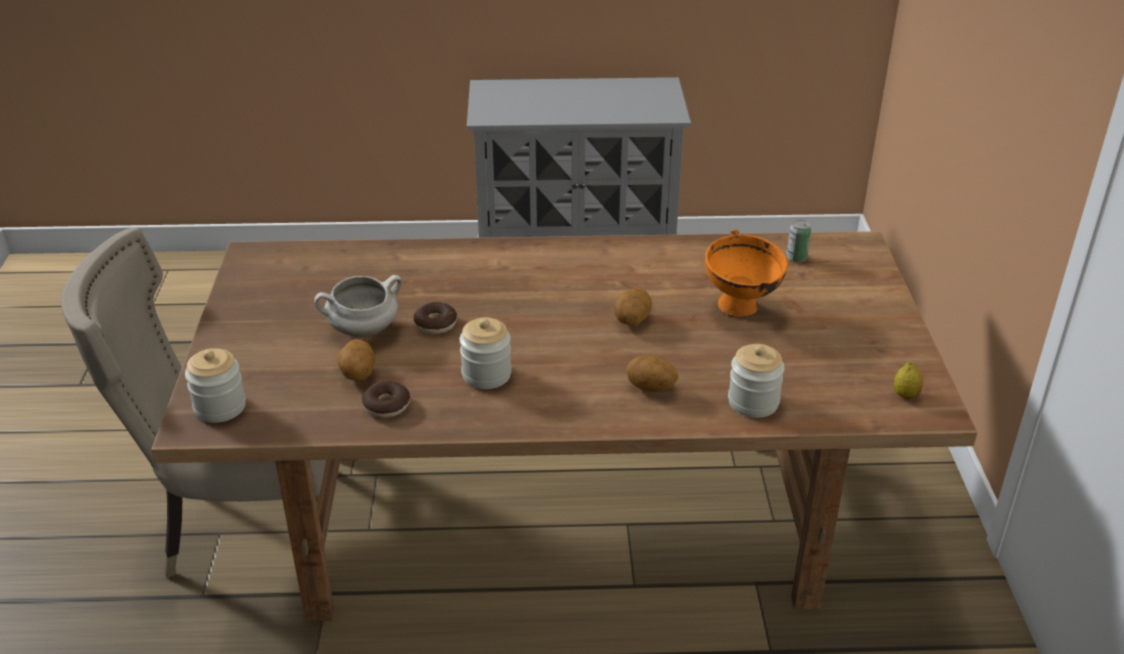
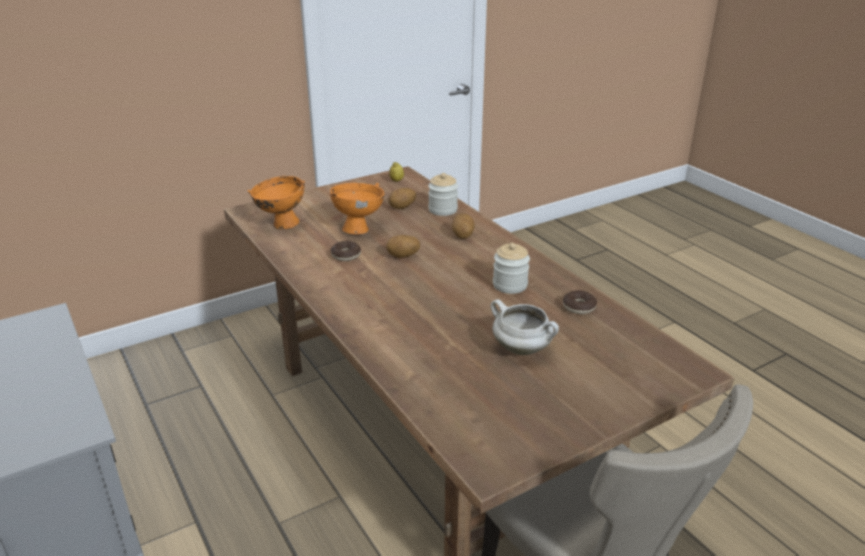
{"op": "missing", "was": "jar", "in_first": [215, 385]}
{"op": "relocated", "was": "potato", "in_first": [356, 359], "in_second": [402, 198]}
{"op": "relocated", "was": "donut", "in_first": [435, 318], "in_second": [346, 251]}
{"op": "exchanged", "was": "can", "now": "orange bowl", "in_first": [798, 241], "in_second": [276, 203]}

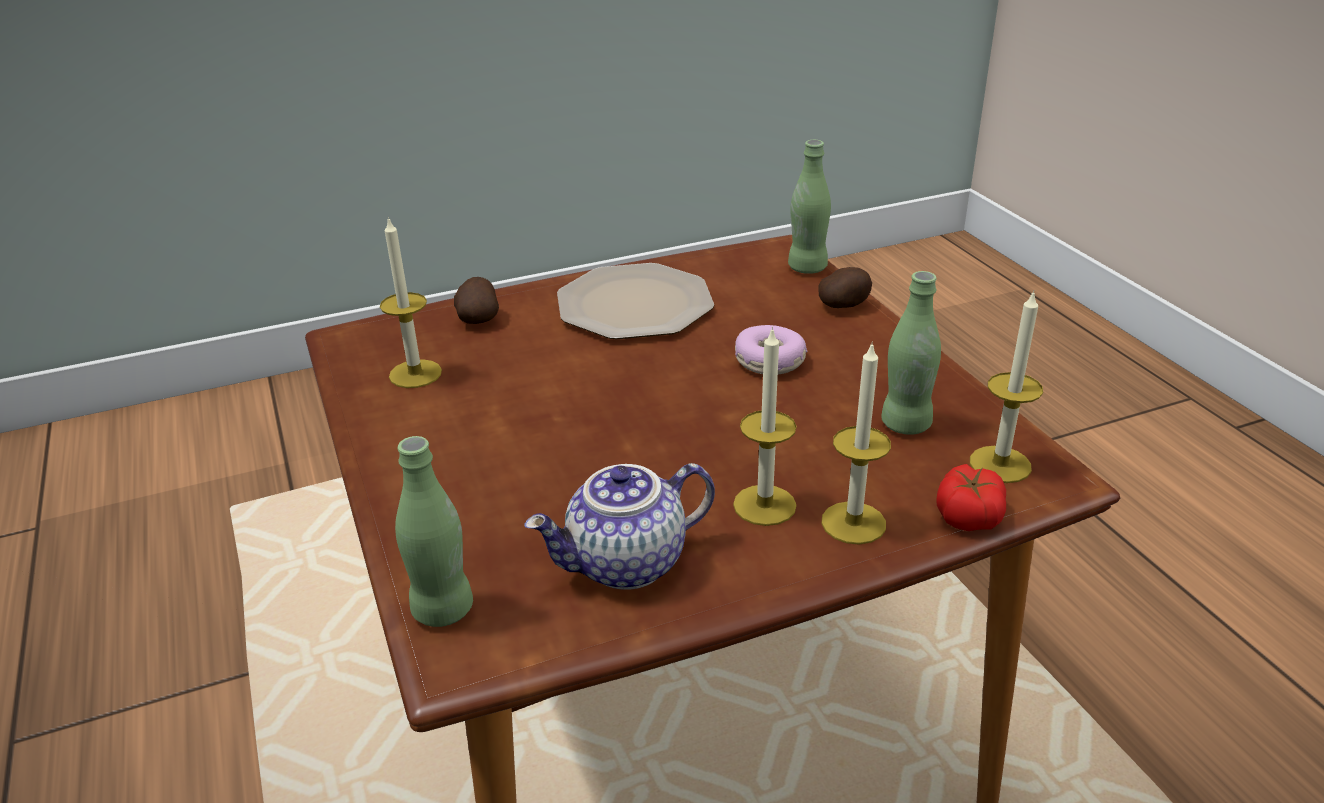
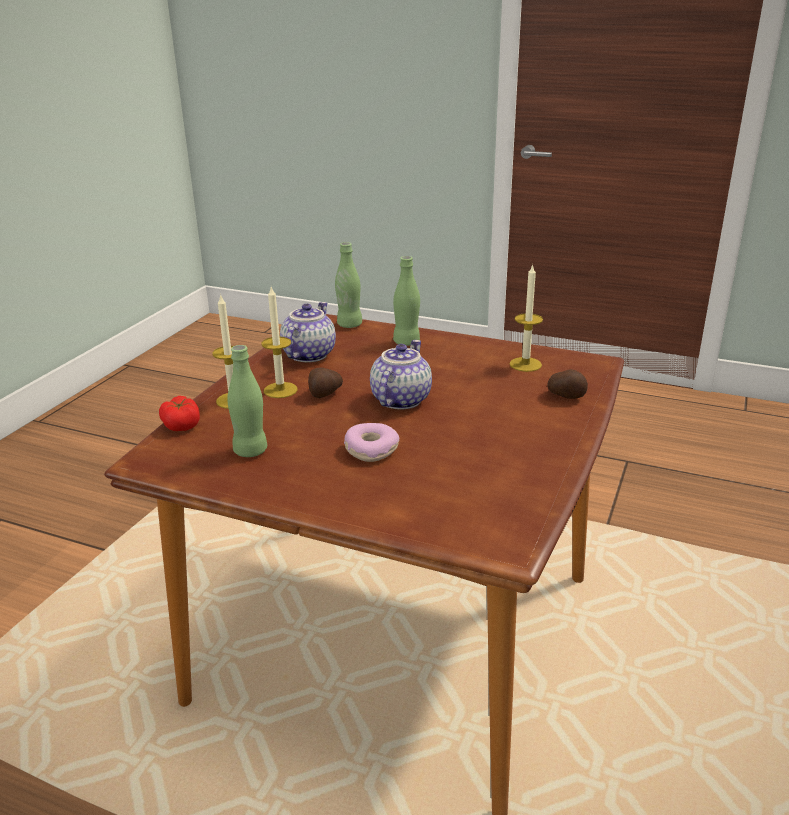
{"op": "missing", "was": "plate", "in_first": [635, 301]}
{"op": "missing", "was": "candle", "in_first": [1006, 387]}
{"op": "appeared", "now": "teapot", "in_second": [401, 375]}
{"op": "relocated", "was": "green bottle", "in_first": [809, 207], "in_second": [406, 301]}
{"op": "relocated", "was": "potato", "in_first": [845, 287], "in_second": [325, 382]}

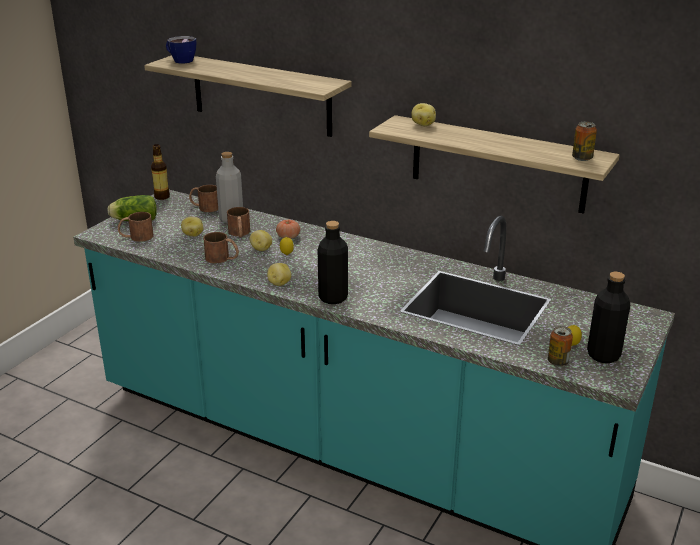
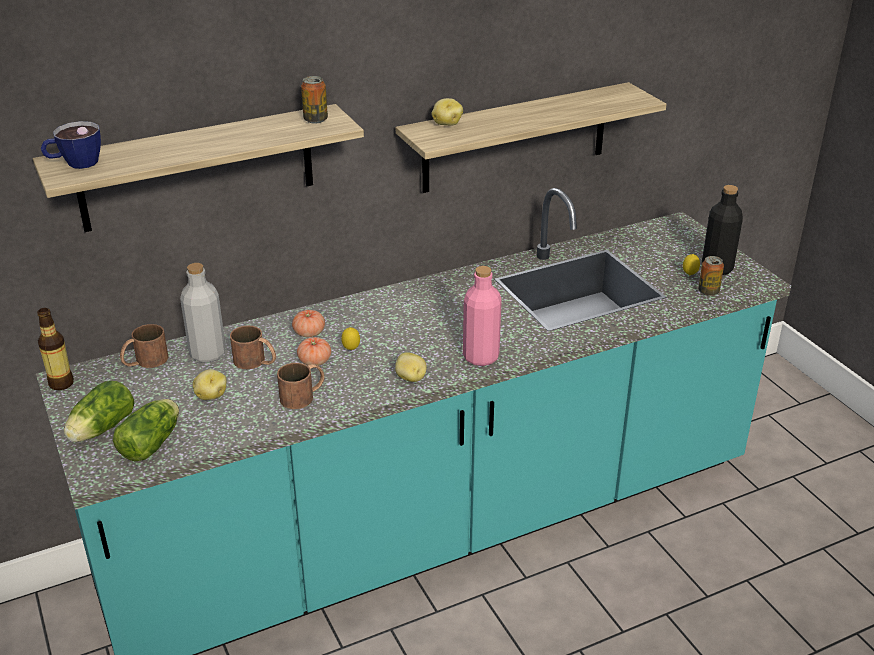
{"op": "relocated", "was": "can", "in_first": [584, 141], "in_second": [314, 100]}
{"op": "exchanged", "was": "brown mug", "now": "lettuce", "in_first": [136, 227], "in_second": [146, 430]}
{"op": "exchanged", "was": "potato", "now": "tomato", "in_first": [260, 240], "in_second": [314, 351]}
{"op": "colour", "was": "black bottle", "now": "pink bottle", "in_first": [333, 262], "in_second": [482, 316]}

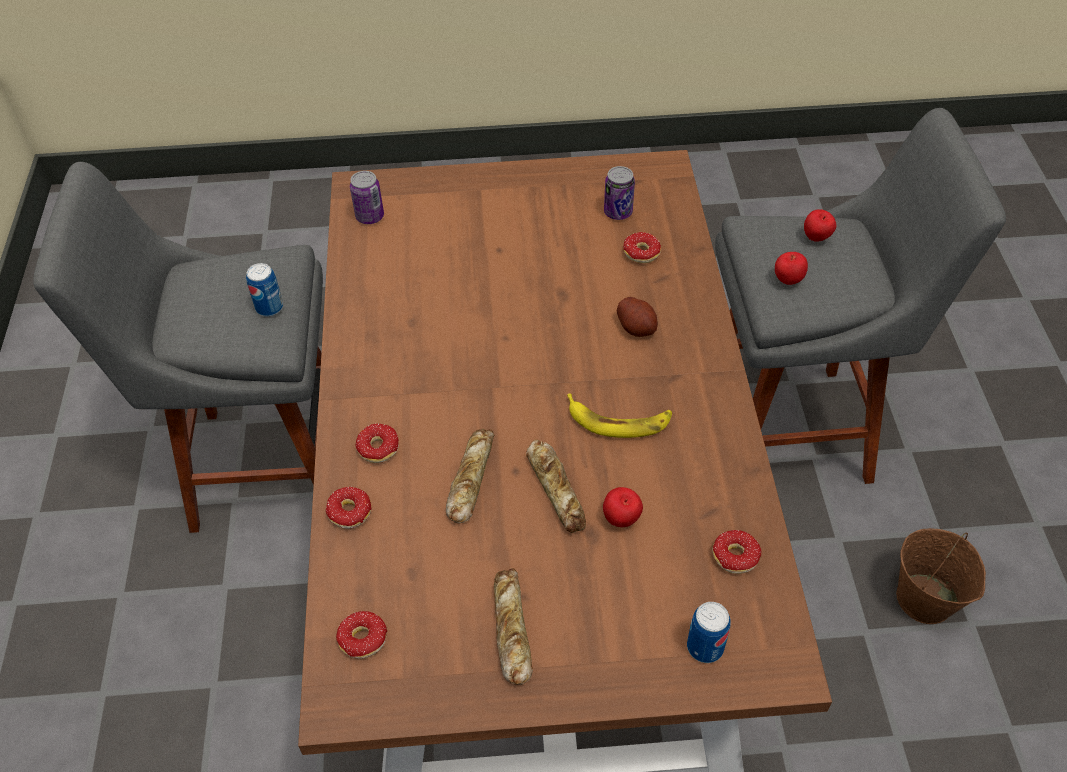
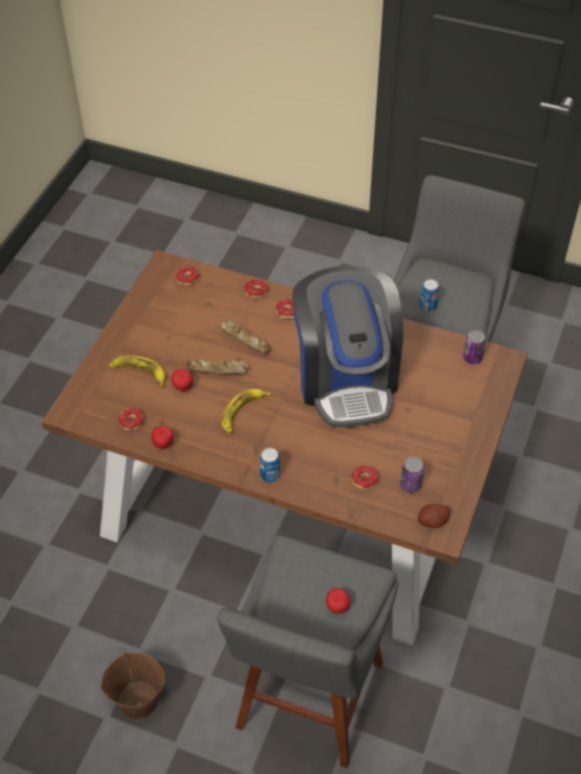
{"op": "missing", "was": "bread", "in_first": [513, 626]}
{"op": "appeared", "now": "banana", "in_second": [137, 371]}
{"op": "appeared", "now": "coffee machine", "in_second": [347, 346]}
{"op": "relocated", "was": "potato", "in_first": [637, 317], "in_second": [434, 516]}
{"op": "relocated", "was": "can", "in_first": [709, 632], "in_second": [270, 465]}
{"op": "relocated", "was": "apple", "in_first": [791, 268], "in_second": [162, 437]}

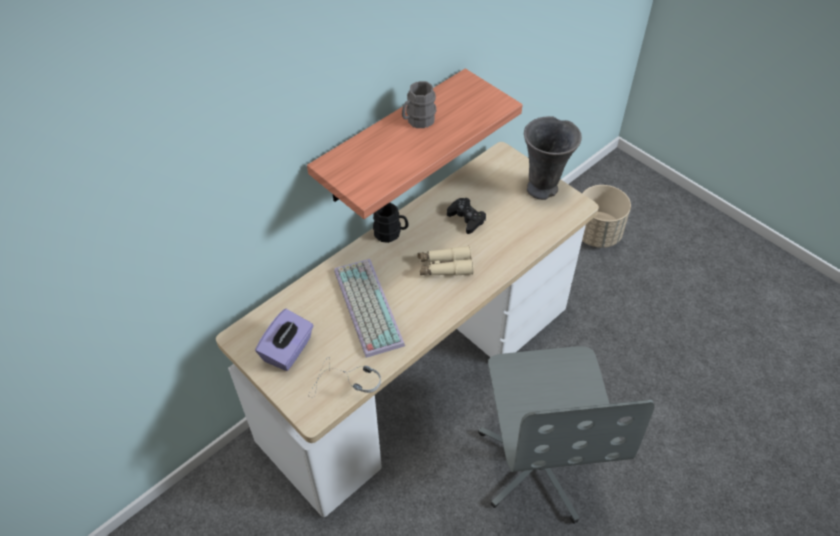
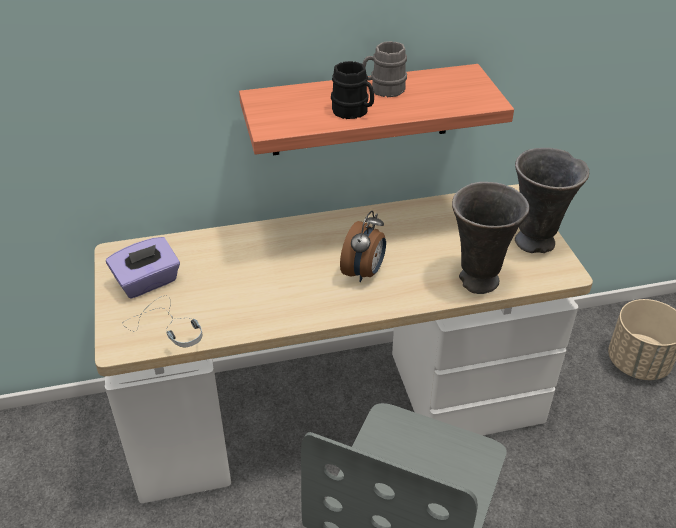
{"op": "missing", "was": "keyboard", "in_first": [369, 308]}
{"op": "missing", "was": "black game controller", "in_first": [466, 216]}
{"op": "appeared", "now": "grey vase", "in_second": [490, 238]}
{"op": "relocated", "was": "black mug", "in_first": [391, 223], "in_second": [352, 90]}
{"op": "exchanged", "was": "beige binoculars", "now": "alarm clock", "in_first": [445, 261], "in_second": [363, 246]}

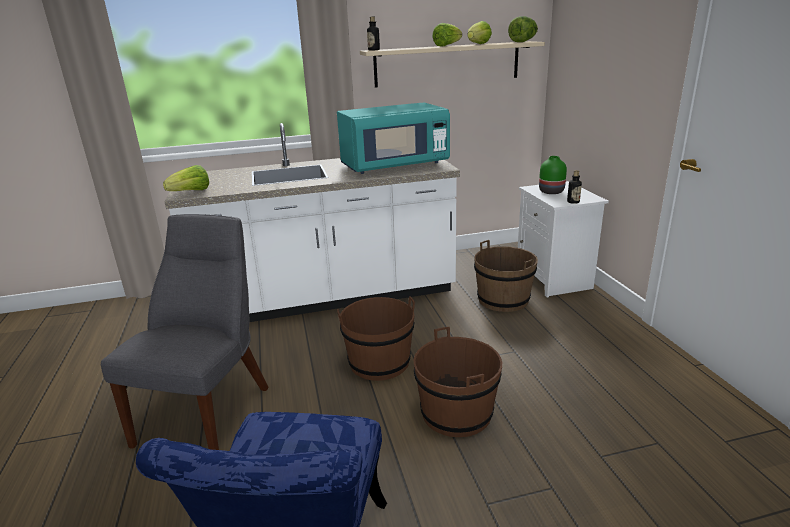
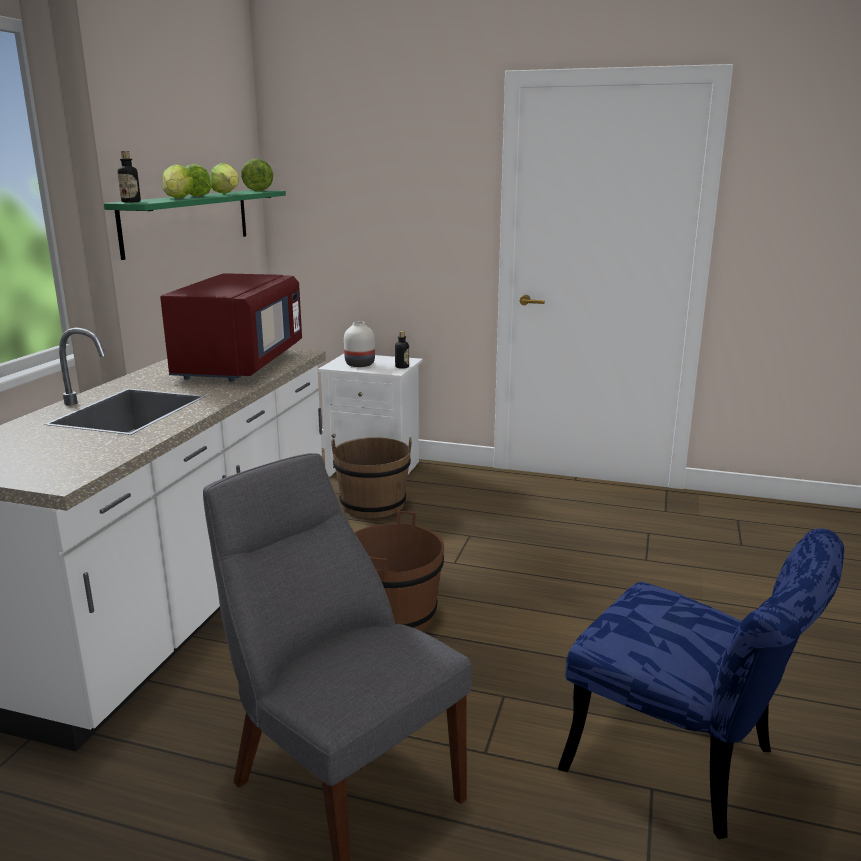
{"op": "missing", "was": "brown bucket", "in_first": [458, 382]}
{"op": "relocated", "was": "lettuce", "in_first": [186, 178], "in_second": [178, 181]}
{"op": "colour", "was": "turquoise microwave", "now": "red microwave", "in_first": [393, 138], "in_second": [231, 327]}
{"op": "colour", "was": "beige shelf", "now": "green shelf", "in_first": [452, 64], "in_second": [195, 225]}
{"op": "colour", "was": "green vase", "now": "white vase", "in_first": [553, 175], "in_second": [359, 344]}

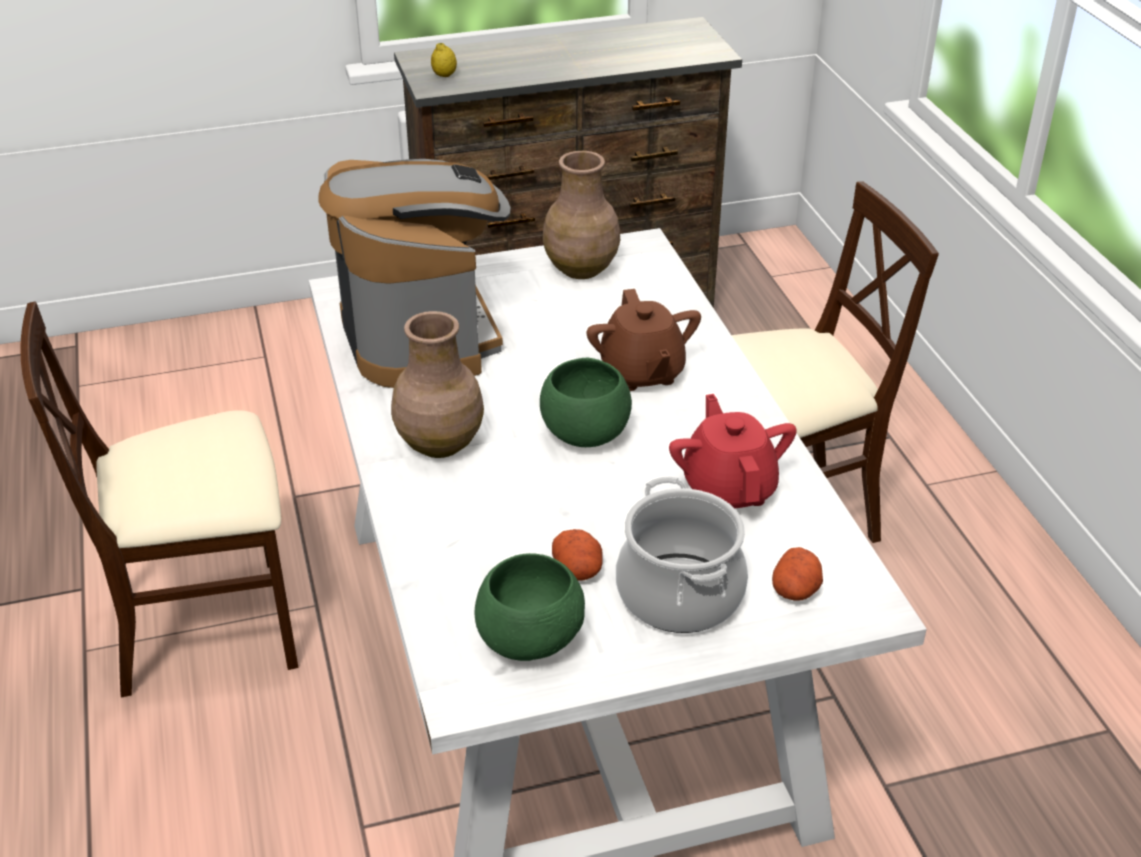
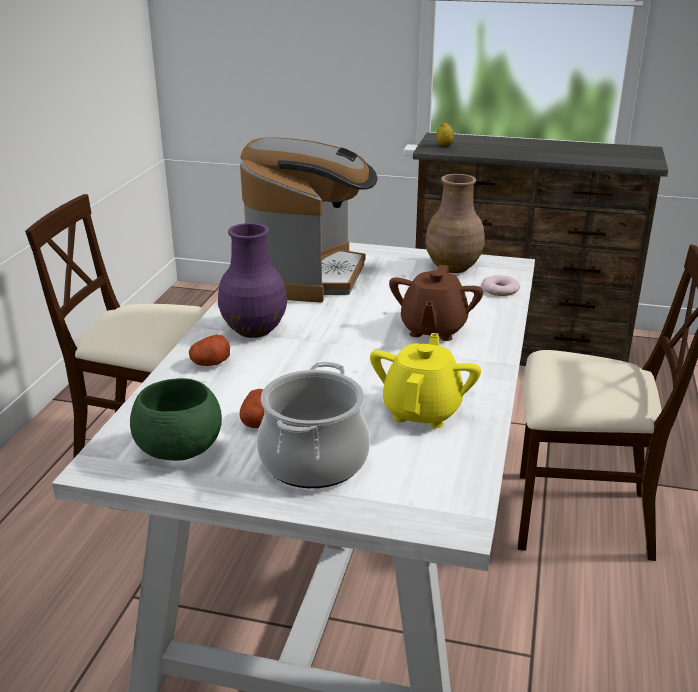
{"op": "missing", "was": "green bowl", "in_first": [586, 402]}
{"op": "appeared", "now": "donut", "in_second": [500, 285]}
{"op": "relocated", "was": "potato", "in_first": [797, 574], "in_second": [209, 350]}
{"op": "colour", "was": "brown vase", "now": "purple vase", "in_first": [437, 384], "in_second": [252, 280]}
{"op": "colour", "was": "red teapot", "now": "yellow teapot", "in_first": [733, 451], "in_second": [425, 380]}

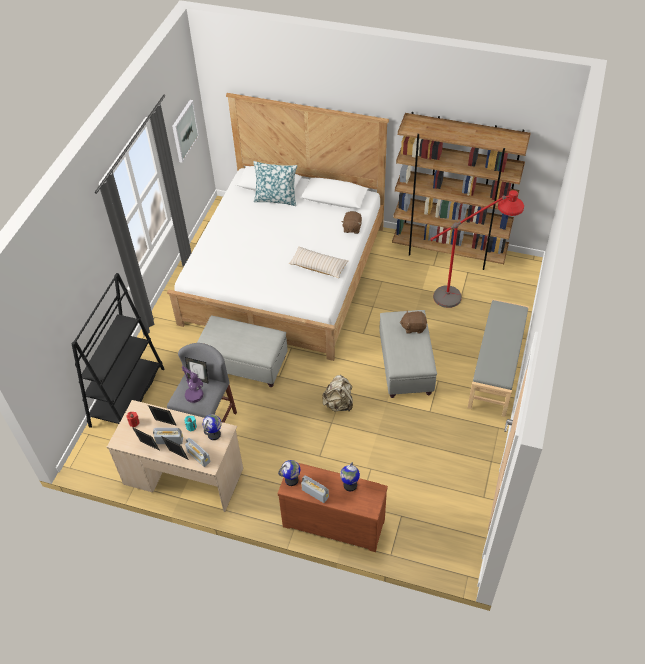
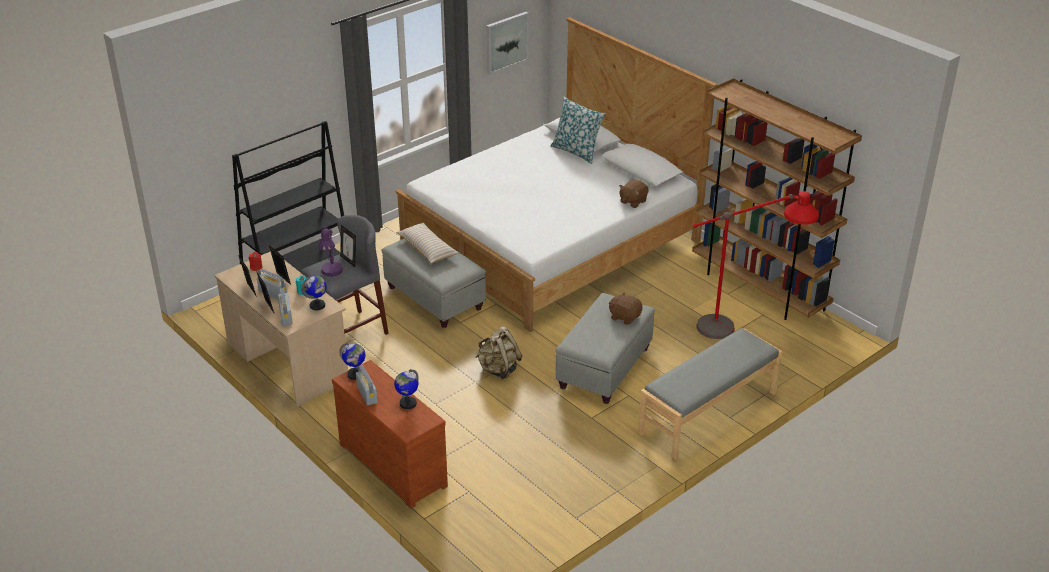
{"op": "relocated", "was": "beige pillow", "in_first": [318, 262], "in_second": [427, 243]}

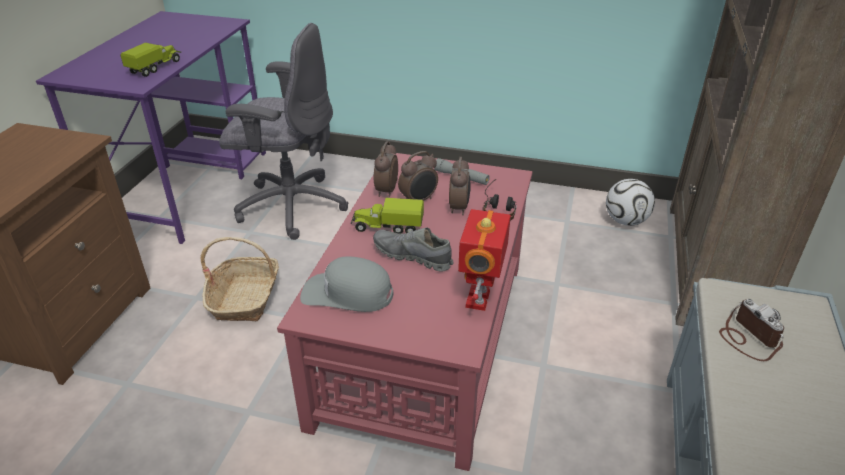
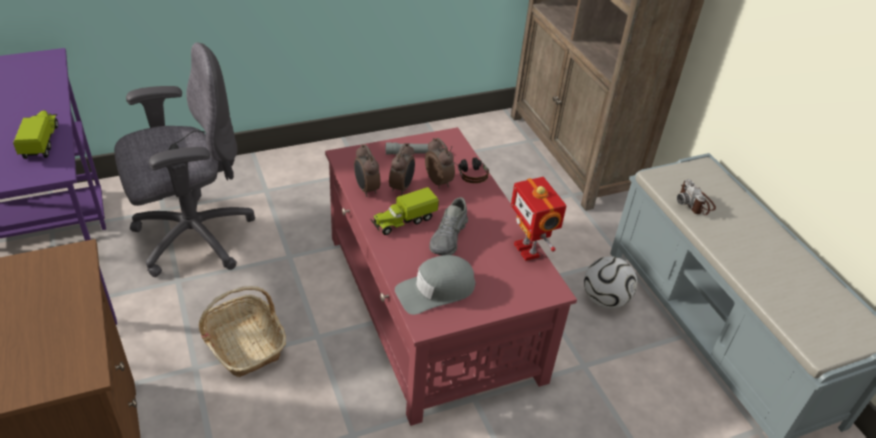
{"op": "relocated", "was": "football", "in_first": [630, 202], "in_second": [610, 282]}
{"op": "spun", "was": "grey shoe", "in_first": [413, 250], "in_second": [448, 226], "clockwise": -60}
{"op": "spun", "was": "photo camera", "in_first": [751, 330], "in_second": [696, 197], "clockwise": -135}

